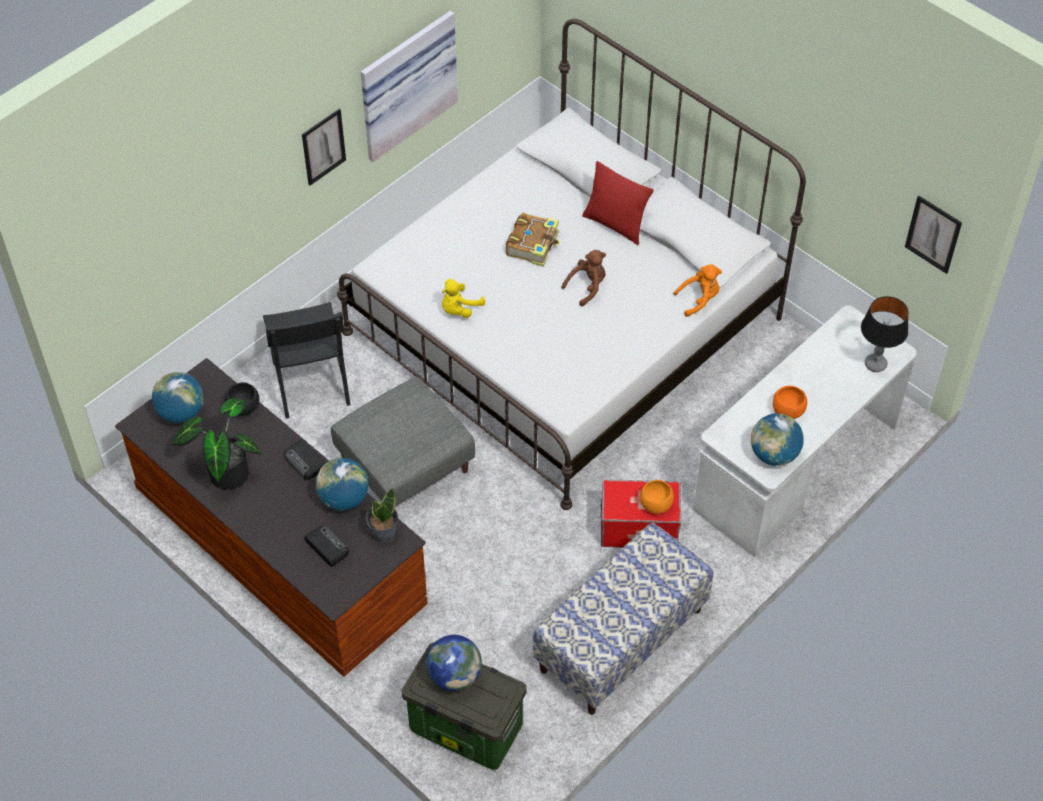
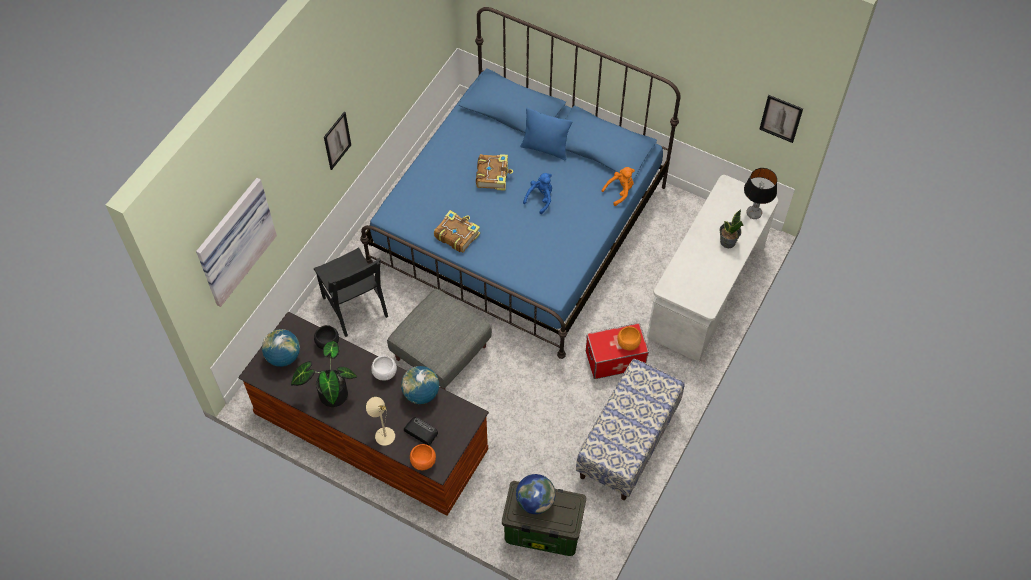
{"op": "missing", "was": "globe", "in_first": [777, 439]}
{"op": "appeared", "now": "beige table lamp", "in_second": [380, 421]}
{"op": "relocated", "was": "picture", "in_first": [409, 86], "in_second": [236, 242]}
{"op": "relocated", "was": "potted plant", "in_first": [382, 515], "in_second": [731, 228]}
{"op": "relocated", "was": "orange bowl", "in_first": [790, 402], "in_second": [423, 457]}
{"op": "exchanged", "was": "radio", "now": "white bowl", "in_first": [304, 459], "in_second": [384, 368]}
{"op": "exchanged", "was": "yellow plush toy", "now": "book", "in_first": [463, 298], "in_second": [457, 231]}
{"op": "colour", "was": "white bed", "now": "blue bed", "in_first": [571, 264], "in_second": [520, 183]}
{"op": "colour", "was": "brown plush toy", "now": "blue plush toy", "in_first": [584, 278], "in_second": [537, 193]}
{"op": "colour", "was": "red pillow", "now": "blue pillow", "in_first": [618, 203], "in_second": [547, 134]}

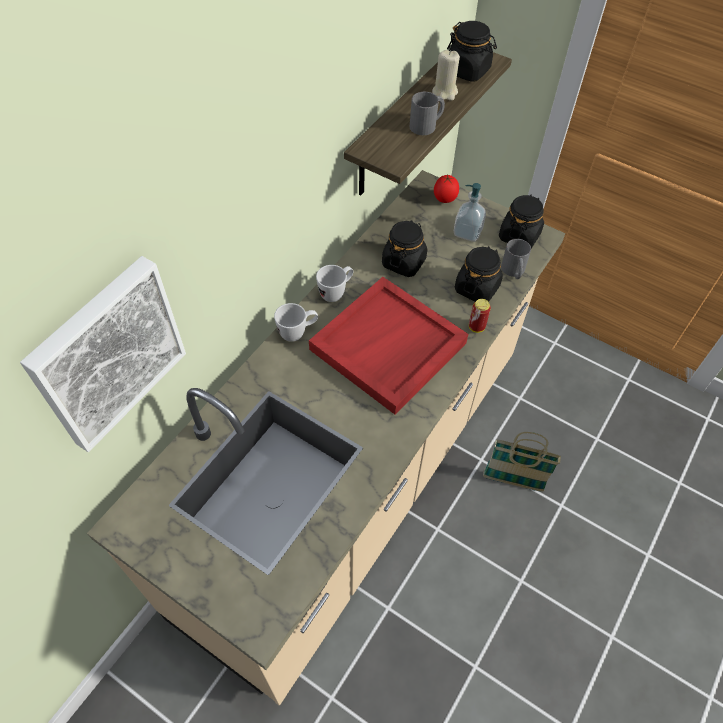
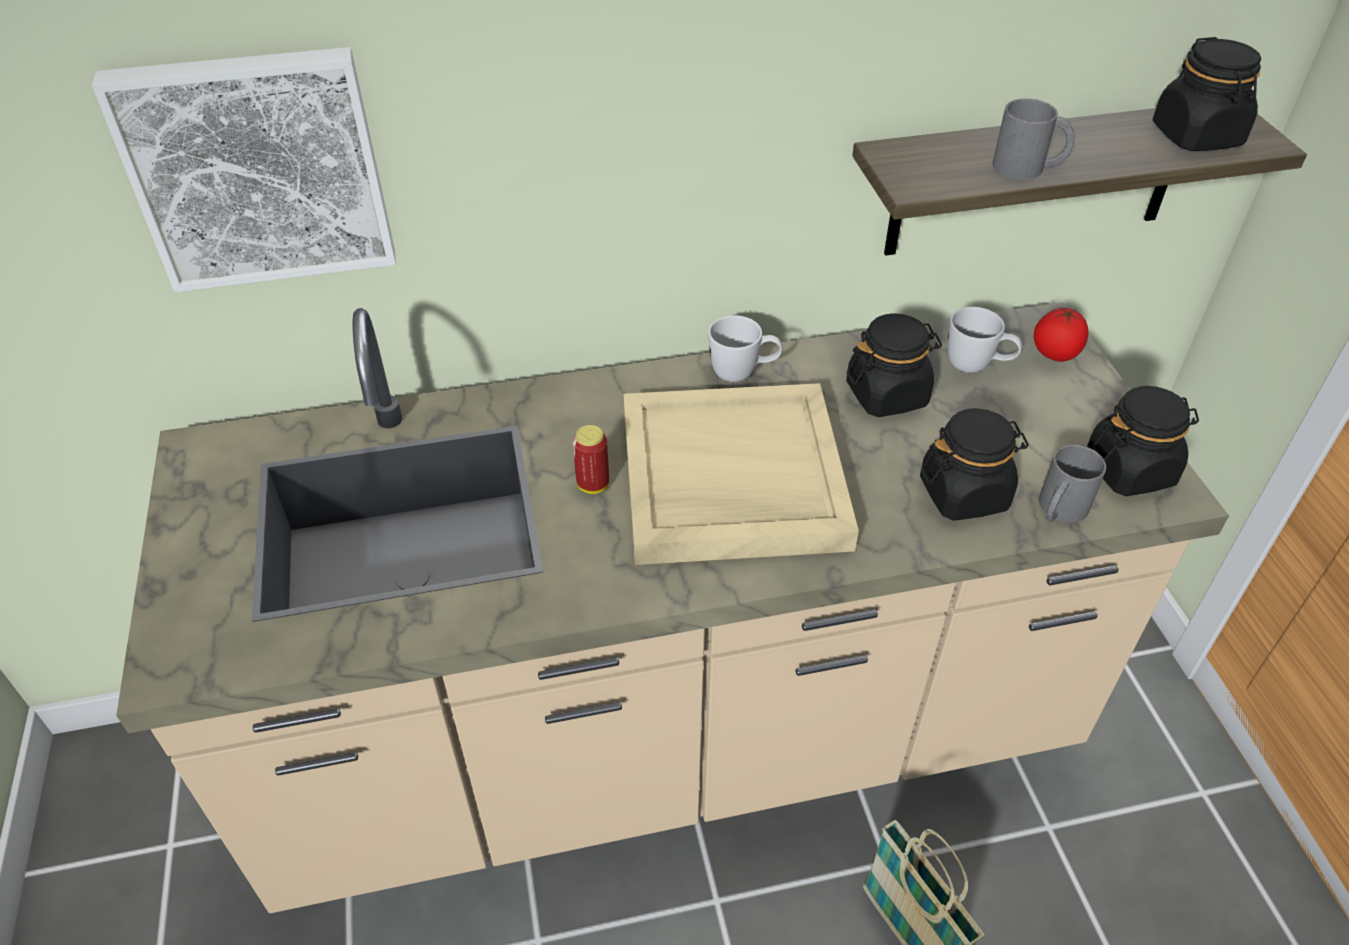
{"op": "missing", "was": "beige candle", "in_first": [446, 75]}
{"op": "missing", "was": "soap dispenser", "in_first": [470, 212]}
{"op": "relocated", "was": "white mug", "in_first": [296, 322], "in_second": [985, 340]}
{"op": "relocated", "was": "can", "in_first": [480, 316], "in_second": [591, 459]}
{"op": "colour", "was": "red tray", "now": "beige tray", "in_first": [388, 345], "in_second": [741, 474]}

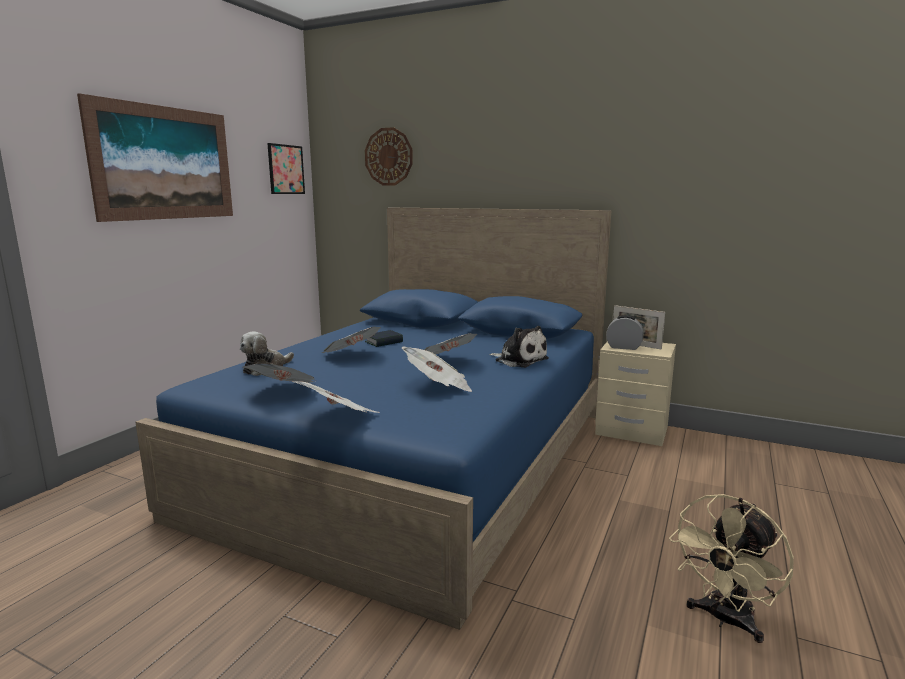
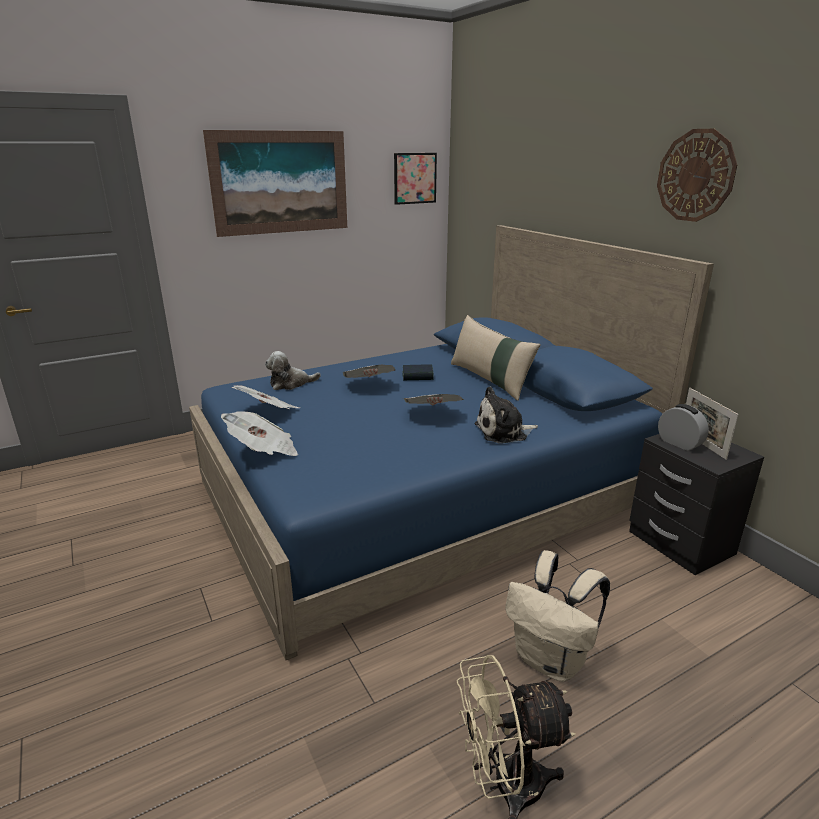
{"op": "missing", "was": "newspaper", "in_first": [437, 369]}
{"op": "appeared", "now": "beige pillow", "in_second": [496, 358]}
{"op": "appeared", "now": "beige backpack", "in_second": [557, 616]}
{"op": "relocated", "was": "wall clock", "in_first": [389, 156], "in_second": [697, 175]}
{"op": "colour", "was": "beige nightstand", "now": "black nightstand", "in_first": [635, 393], "in_second": [696, 504]}
{"op": "spun", "was": "plush toy", "in_first": [519, 347], "in_second": [506, 414], "clockwise": 90}

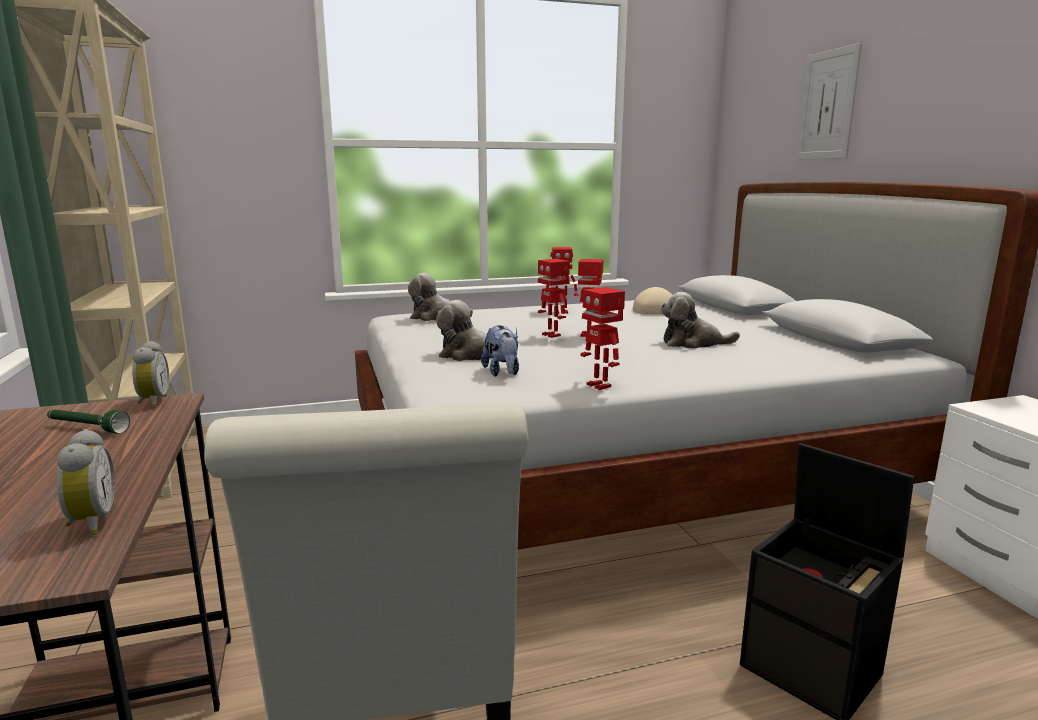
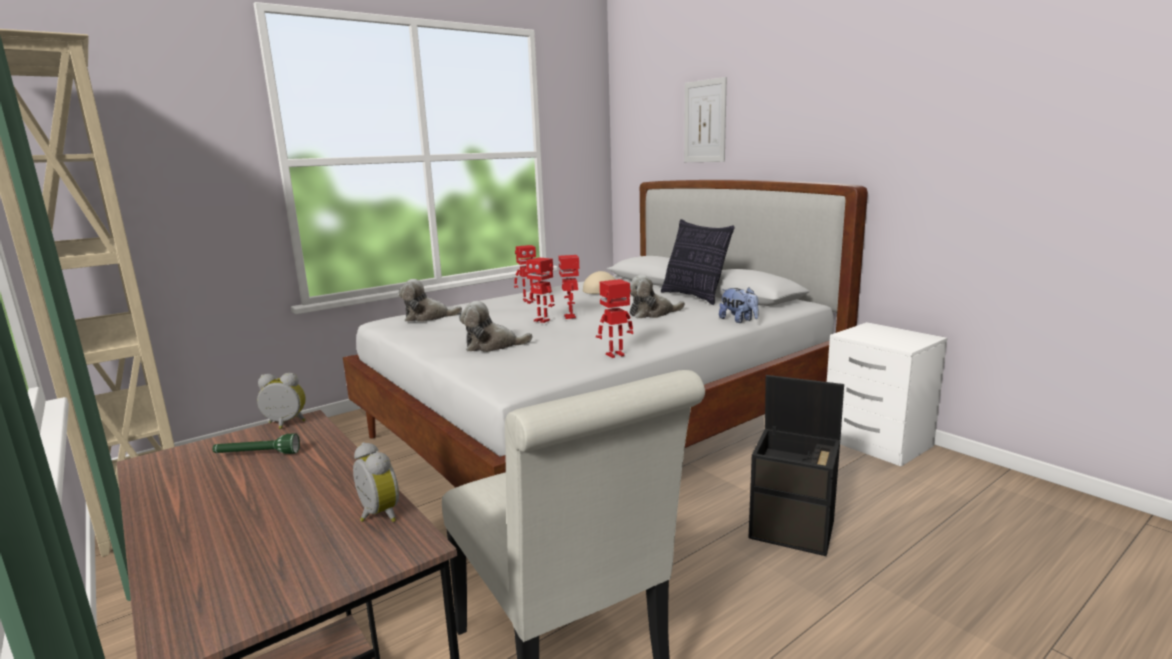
{"op": "appeared", "now": "pillow", "in_second": [698, 262]}
{"op": "relocated", "was": "plush toy", "in_first": [500, 351], "in_second": [739, 305]}
{"op": "spun", "was": "alarm clock", "in_first": [150, 374], "in_second": [281, 401], "clockwise": -60}
{"op": "spun", "was": "toy robot", "in_first": [602, 338], "in_second": [614, 318], "clockwise": 120}

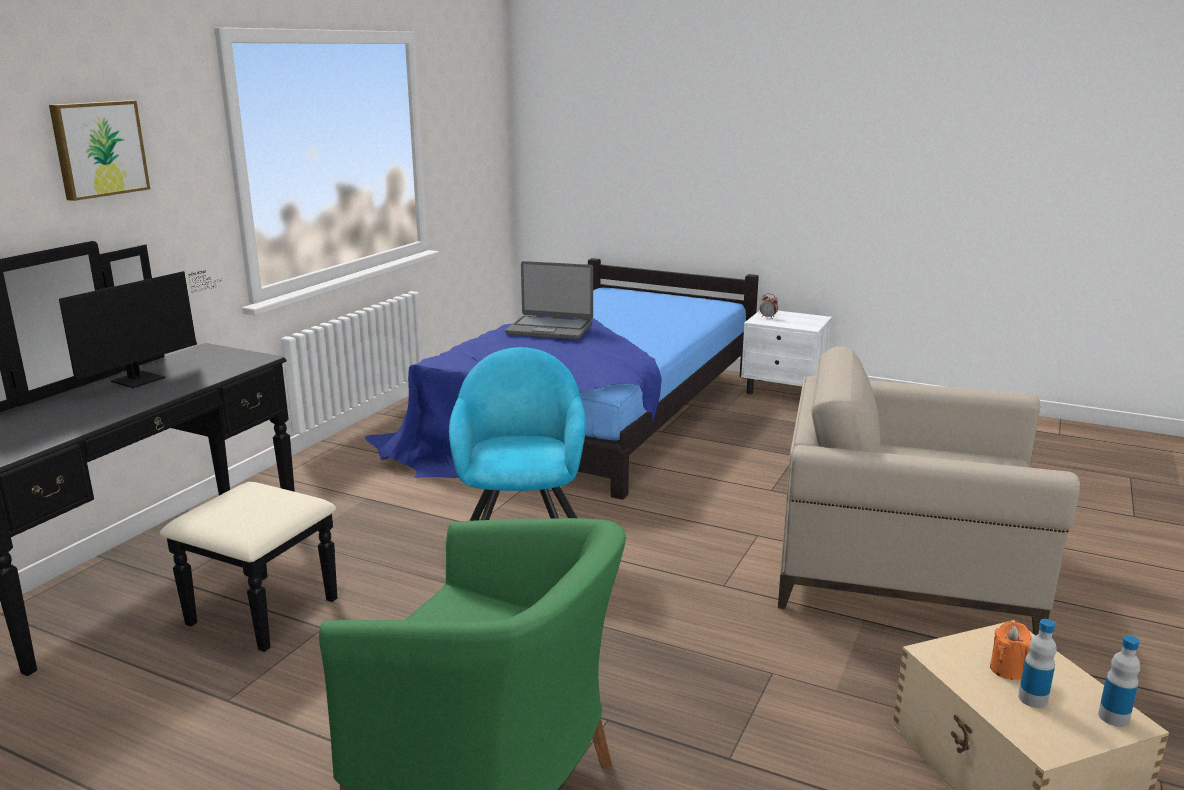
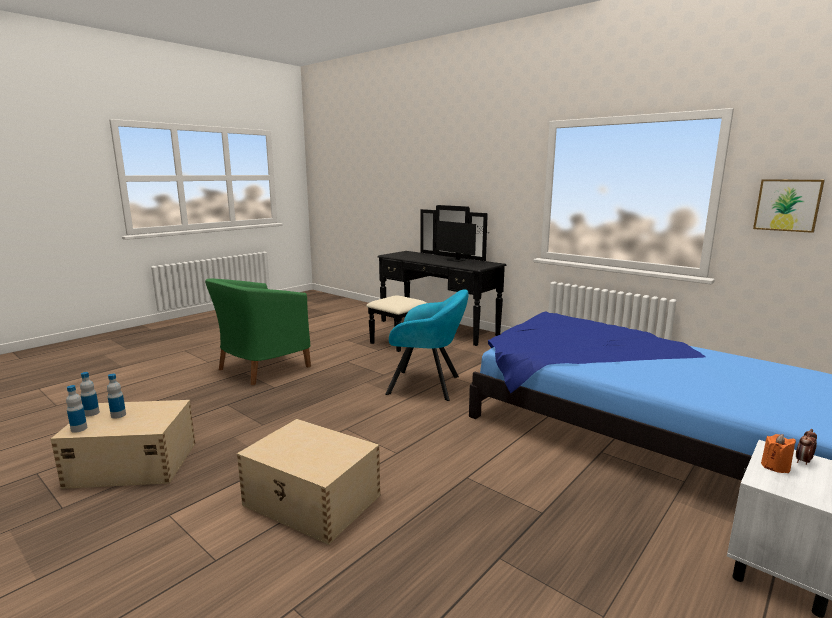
{"op": "missing", "was": "laptop", "in_first": [549, 300]}
{"op": "appeared", "now": "bottle", "in_second": [90, 394]}
{"op": "relocated", "was": "picture", "in_first": [99, 150], "in_second": [789, 206]}
{"op": "relocated", "was": "orange candle", "in_first": [1011, 650], "in_second": [778, 453]}
{"op": "exchanged", "was": "beige armchair", "now": "beige storage box", "in_first": [929, 490], "in_second": [308, 482]}

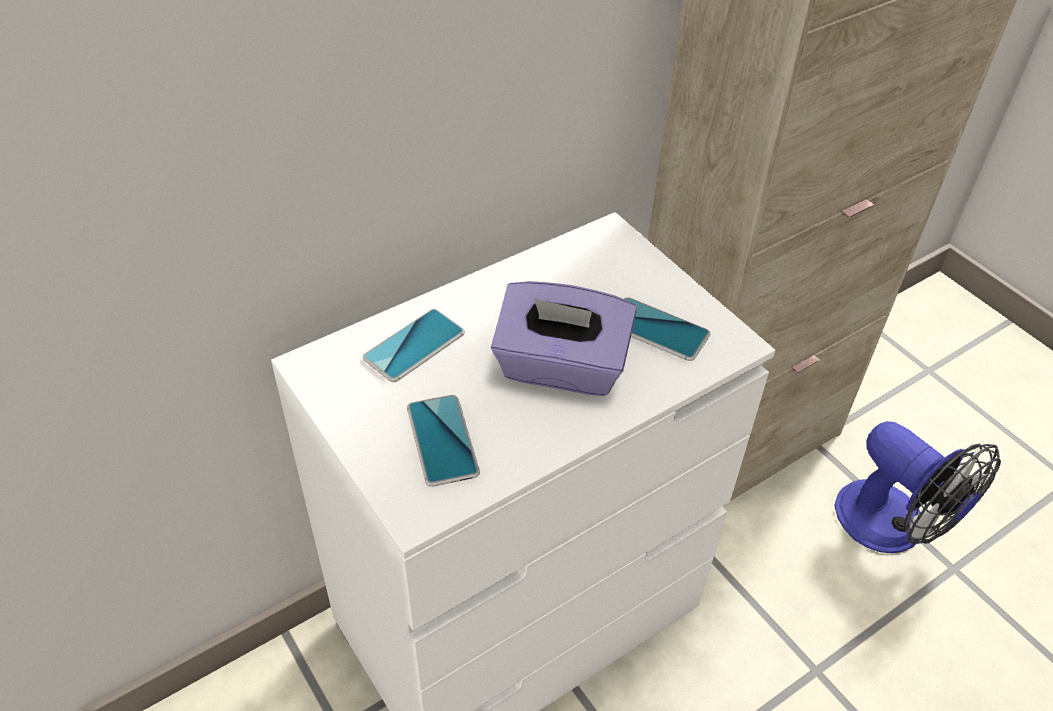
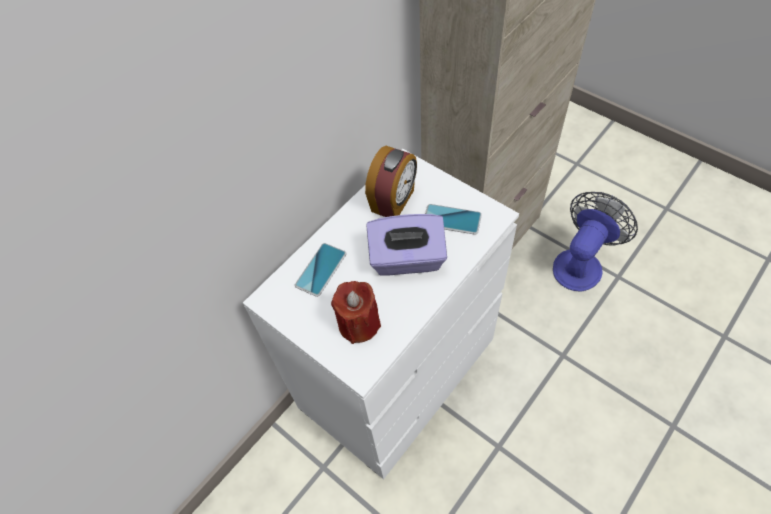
{"op": "appeared", "now": "alarm clock", "in_second": [391, 181]}
{"op": "exchanged", "was": "phone", "now": "red candle", "in_first": [443, 441], "in_second": [356, 312]}
{"op": "spun", "was": "fan", "in_first": [917, 487], "in_second": [595, 242], "clockwise": -90}

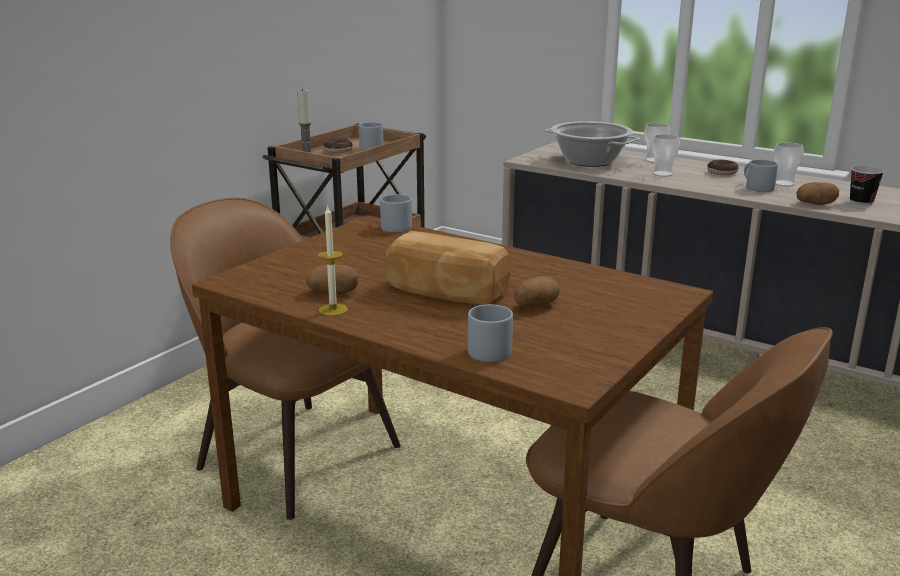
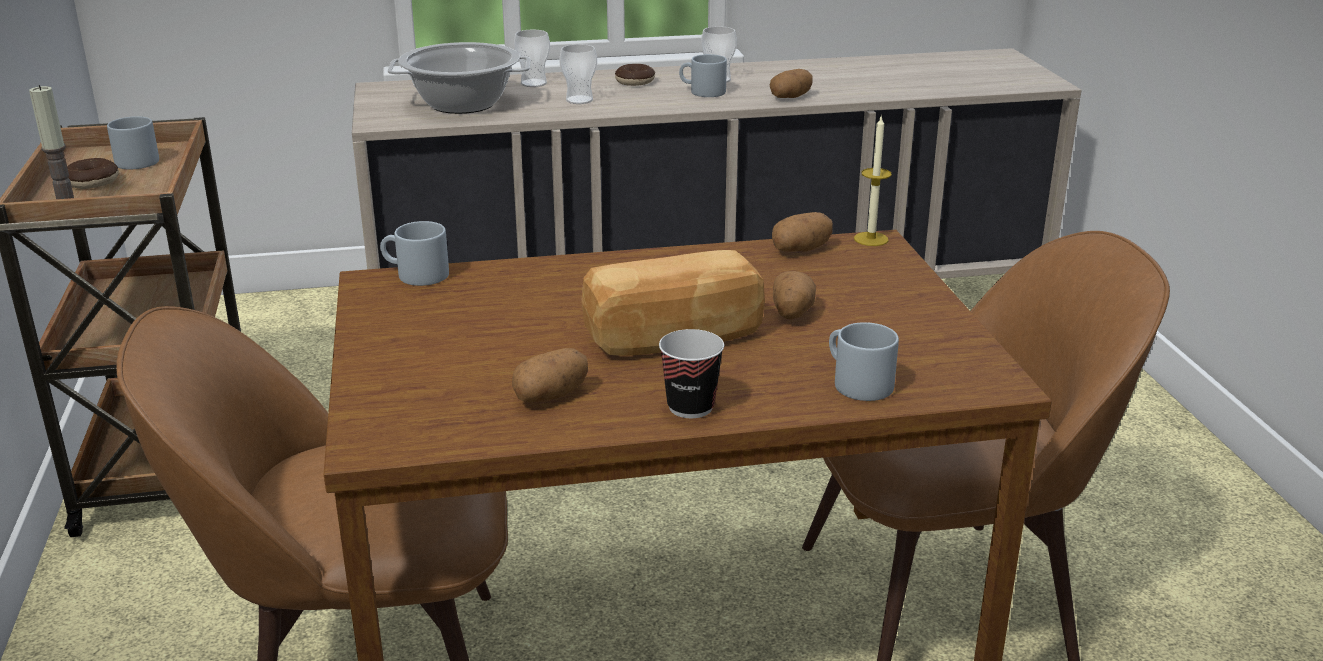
{"op": "appeared", "now": "potato", "in_second": [802, 232]}
{"op": "relocated", "was": "candle", "in_first": [333, 260], "in_second": [873, 181]}
{"op": "relocated", "was": "cup", "in_first": [867, 185], "in_second": [691, 373]}

